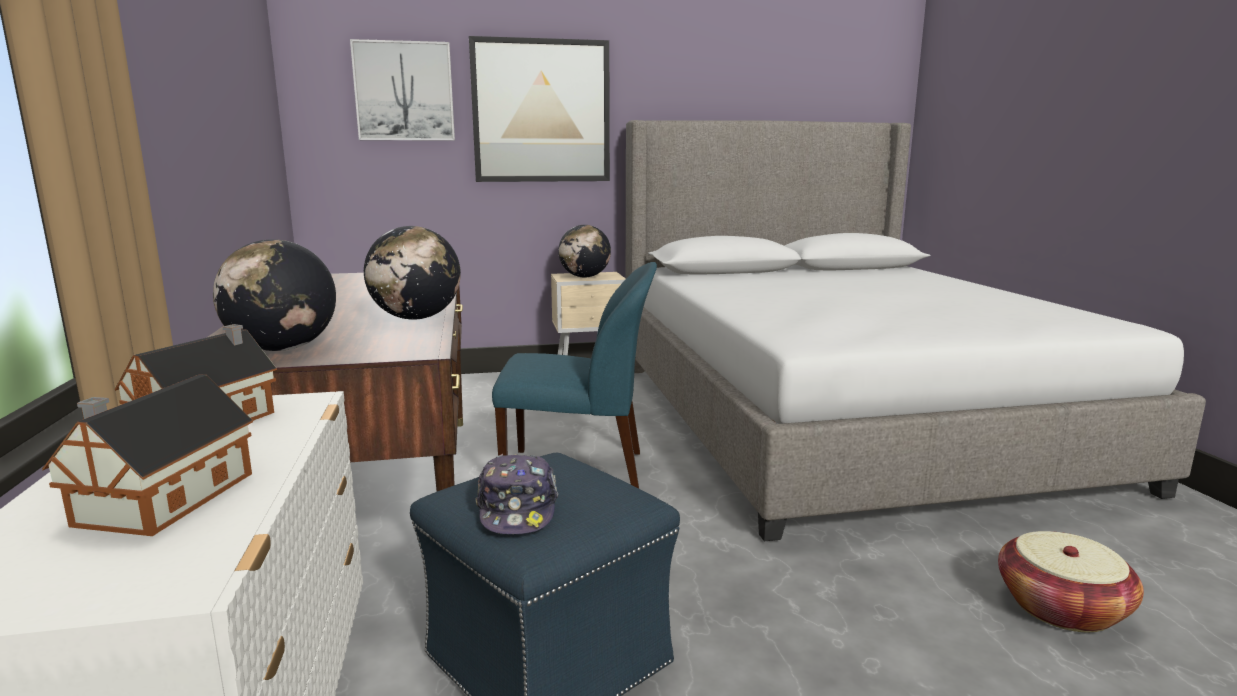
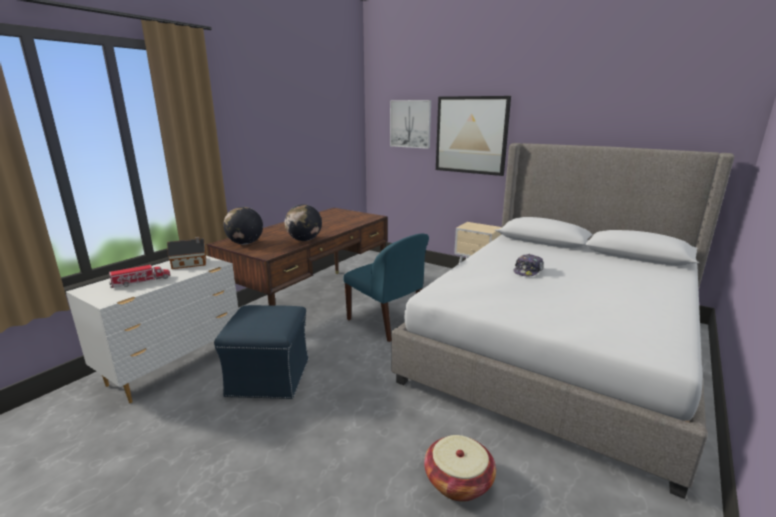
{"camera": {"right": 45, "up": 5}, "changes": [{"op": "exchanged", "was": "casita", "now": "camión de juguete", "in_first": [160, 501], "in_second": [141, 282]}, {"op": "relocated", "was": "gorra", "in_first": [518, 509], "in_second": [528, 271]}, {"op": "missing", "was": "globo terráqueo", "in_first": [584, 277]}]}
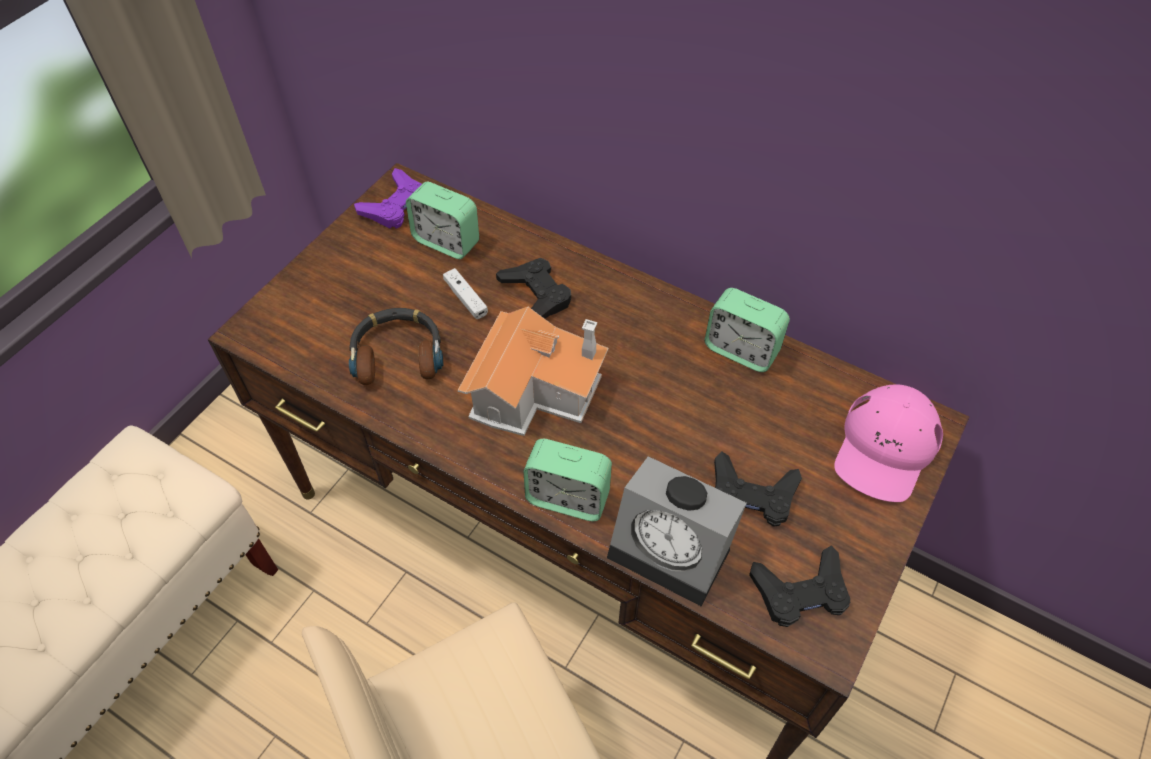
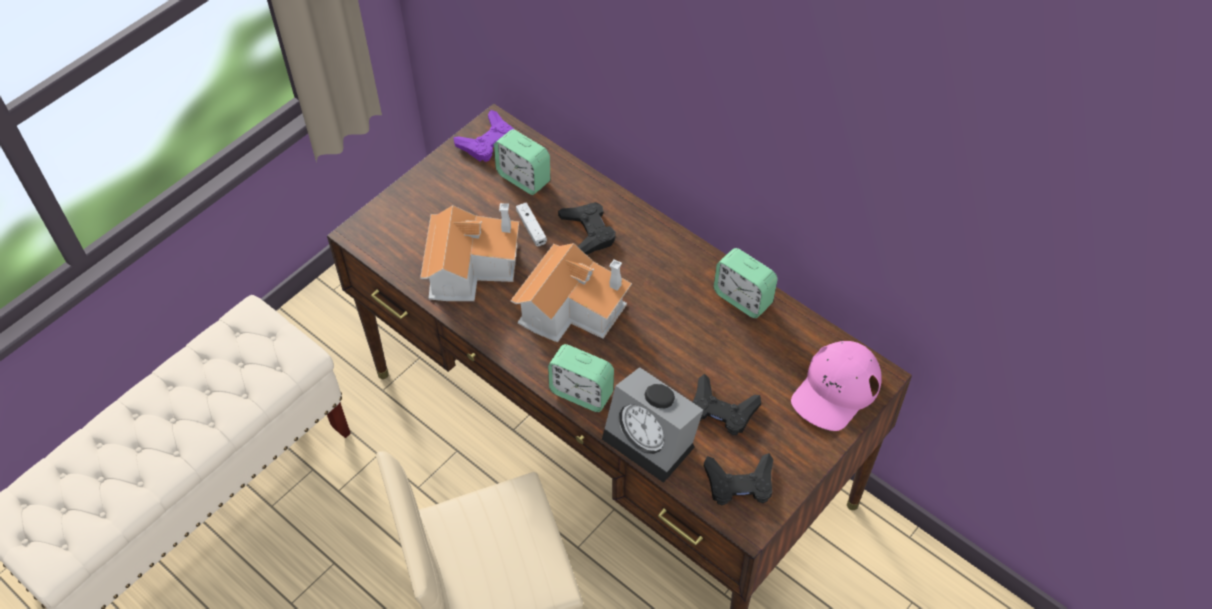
{"camera": {"right": 10, "up": 0}, "changes": [{"op": "exchanged", "was": "auriculares", "now": "casita", "in_first": [398, 353], "in_second": [471, 265]}]}
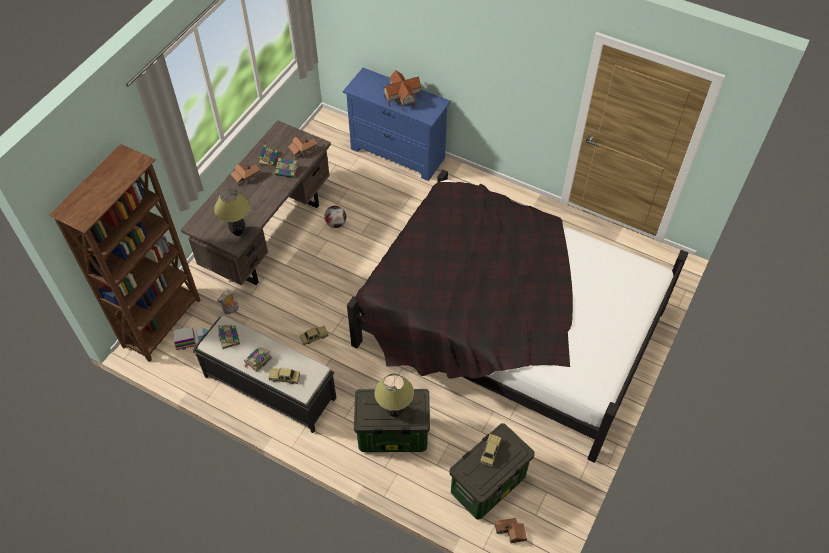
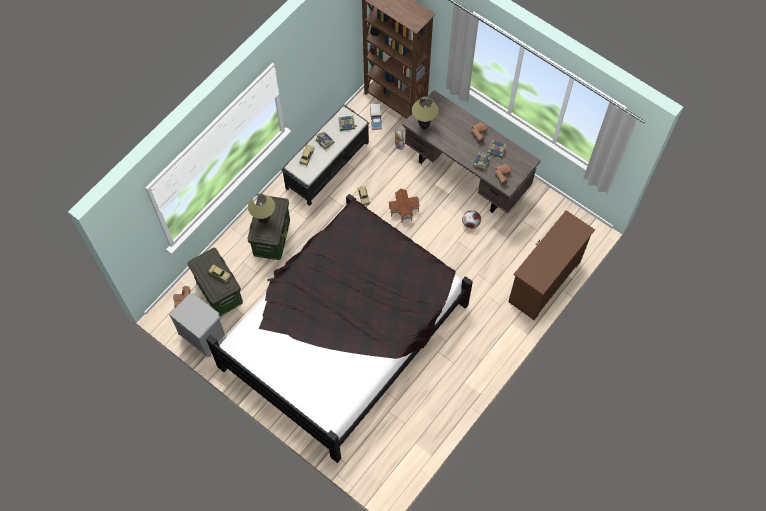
{"camera": {"right": 100, "up": 10}, "changes": [{"op": "appeared", "now": "mesita de noche (gris)", "in_second": [204, 337]}, {"op": "relocated", "was": "casita", "in_first": [402, 98], "in_second": [404, 210]}, {"op": "colour", "was": "cómoda (azul)", "now": "cómoda (marrón)", "in_first": [398, 154], "in_second": [544, 282]}]}
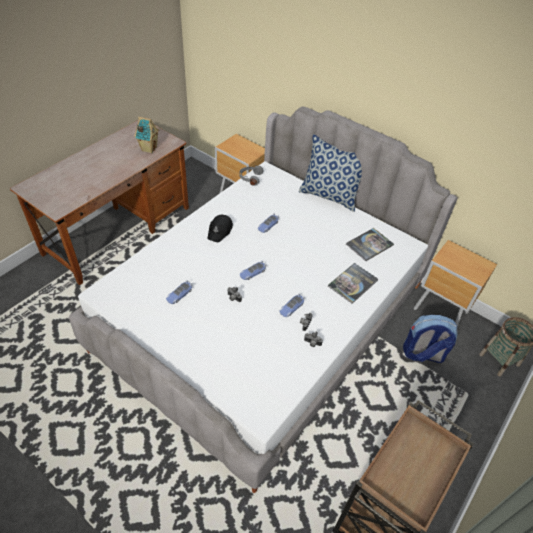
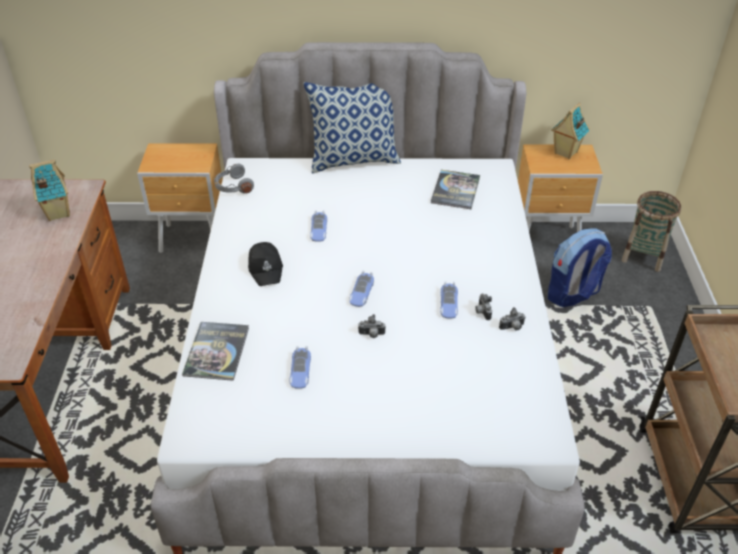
{"camera": {"right": -35, "up": -5}, "changes": [{"op": "relocated", "was": "libro", "in_first": [353, 283], "in_second": [216, 351]}, {"op": "appeared", "now": "casita", "in_second": [565, 153]}]}
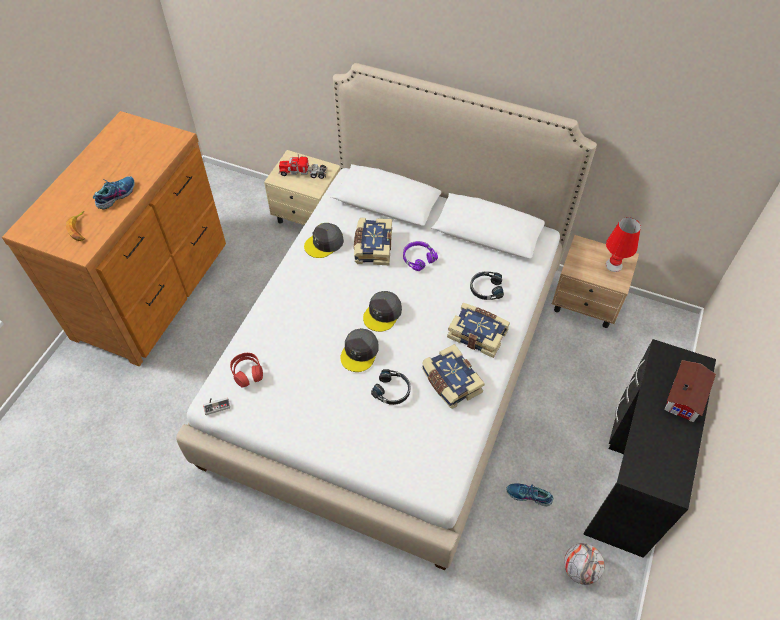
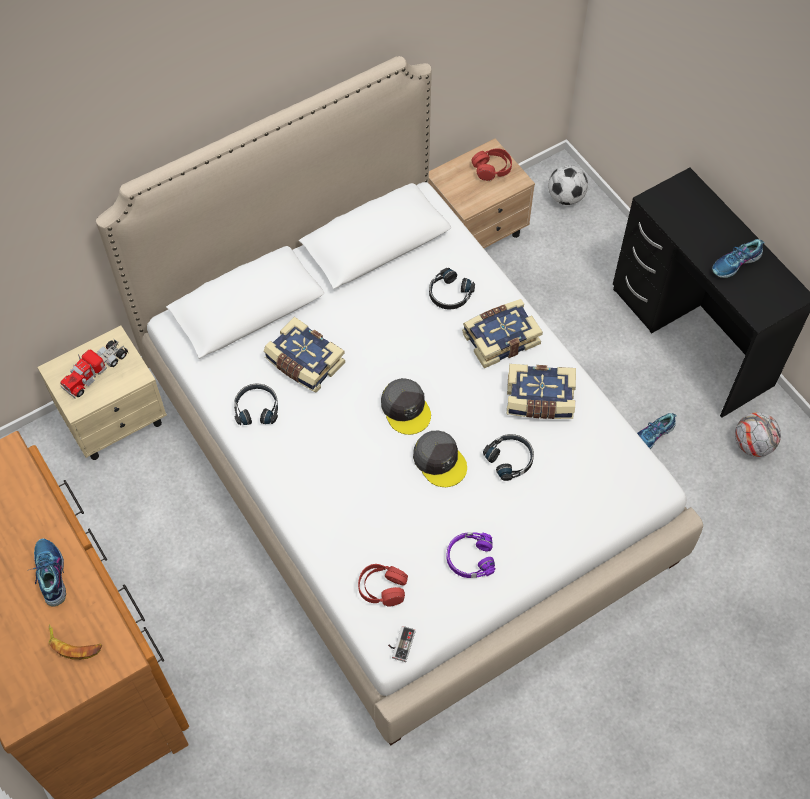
{"camera": {"right": -55, "up": 5}, "changes": [{"op": "exchanged", "was": "gorra (gris)", "now": "auriculares (negro)", "in_first": [324, 243], "in_second": [257, 408]}, {"op": "relocated", "was": "auriculares (morado)", "in_first": [418, 258], "in_second": [469, 558]}, {"op": "exchanged", "was": "lámpara de mesa (rojo)", "now": "auriculares (rojo)", "in_first": [614, 265], "in_second": [492, 169]}, {"op": "appeared", "now": "balón de fútbol", "in_second": [566, 197]}, {"op": "appeared", "now": "zapato", "in_second": [736, 263]}, {"op": "missing", "was": "casita", "in_first": [687, 395]}]}
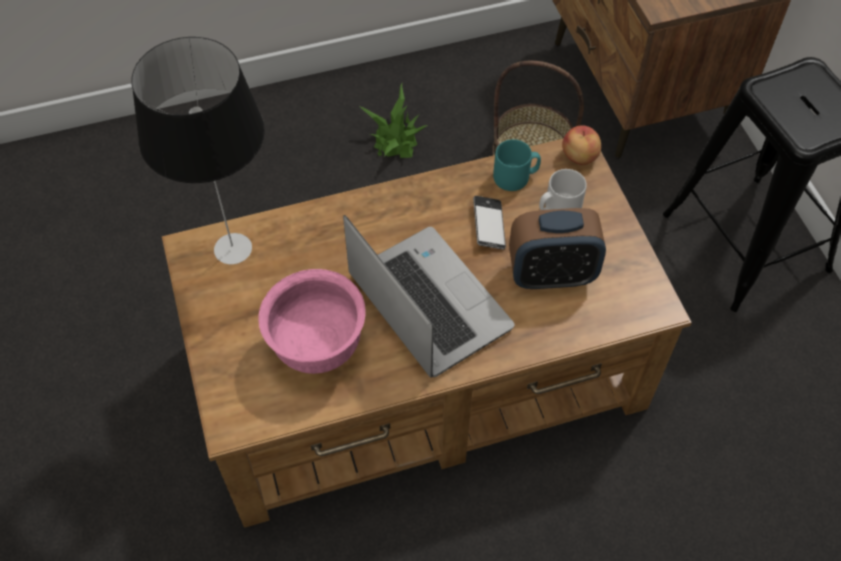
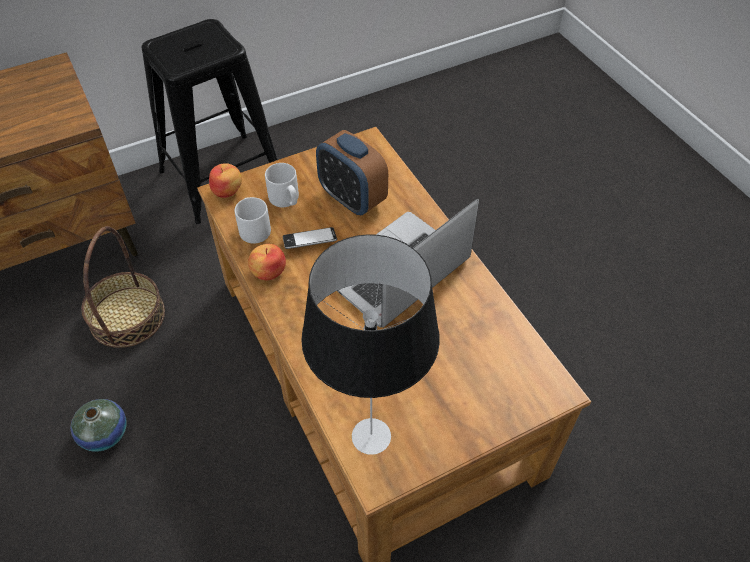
{"camera": {"right": -100, "up": -5}, "changes": [{"op": "exchanged", "was": "planta en maceta", "now": "florero", "in_first": [396, 138], "in_second": [104, 434]}, {"op": "colour", "was": "taza grande (turquesa)", "now": "taza grande (gris)", "in_first": [515, 177], "in_second": [254, 229]}, {"op": "appeared", "now": "manzana", "in_second": [268, 271]}, {"op": "spun", "was": "despertador", "in_first": [551, 275], "in_second": [352, 199], "clockwise": 150}, {"op": "missing", "was": "cuenco (rosa)", "in_first": [317, 346]}]}
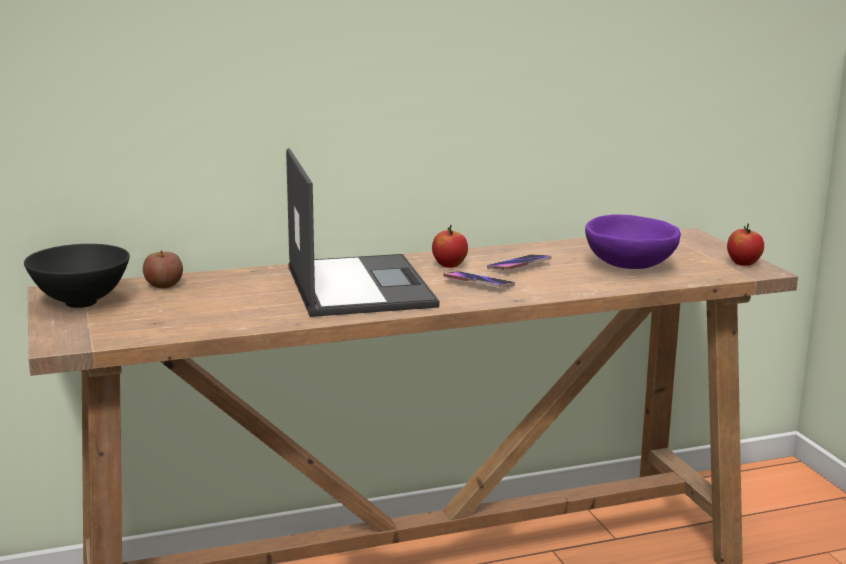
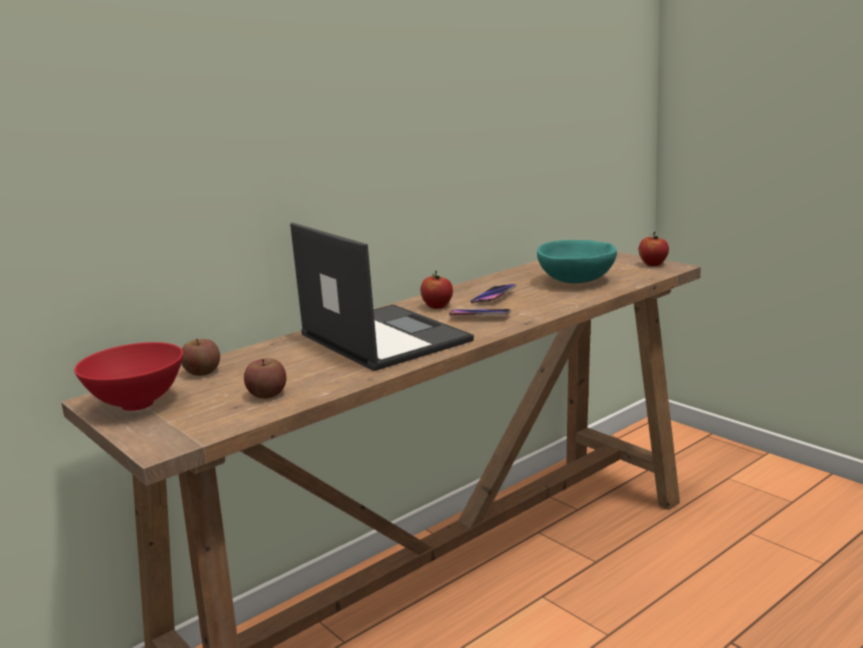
{"camera": {"right": -20, "up": 0}, "changes": [{"op": "colour", "was": "cuenco (negro)", "now": "cuenco (rojo)", "in_first": [82, 302], "in_second": [138, 404]}, {"op": "appeared", "now": "manzana", "in_second": [267, 394]}, {"op": "colour", "was": "cuenco (morado)", "now": "cuenco (turquesa)", "in_first": [629, 266], "in_second": [576, 281]}]}
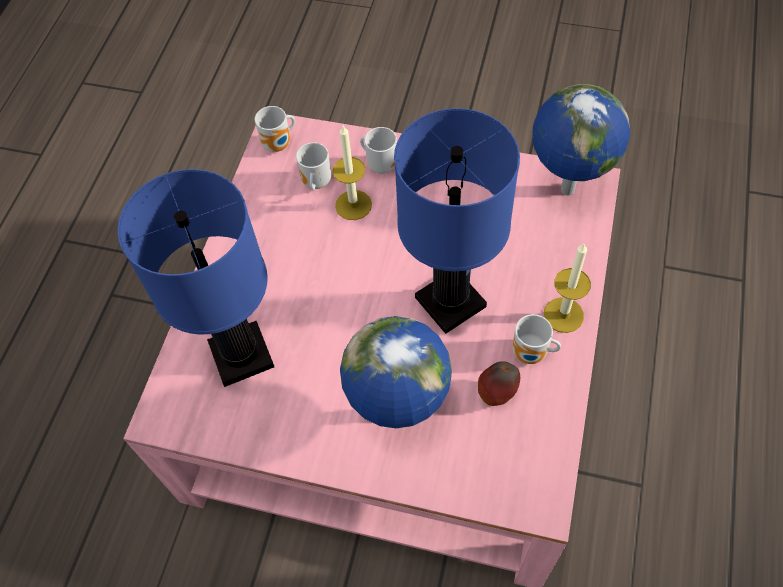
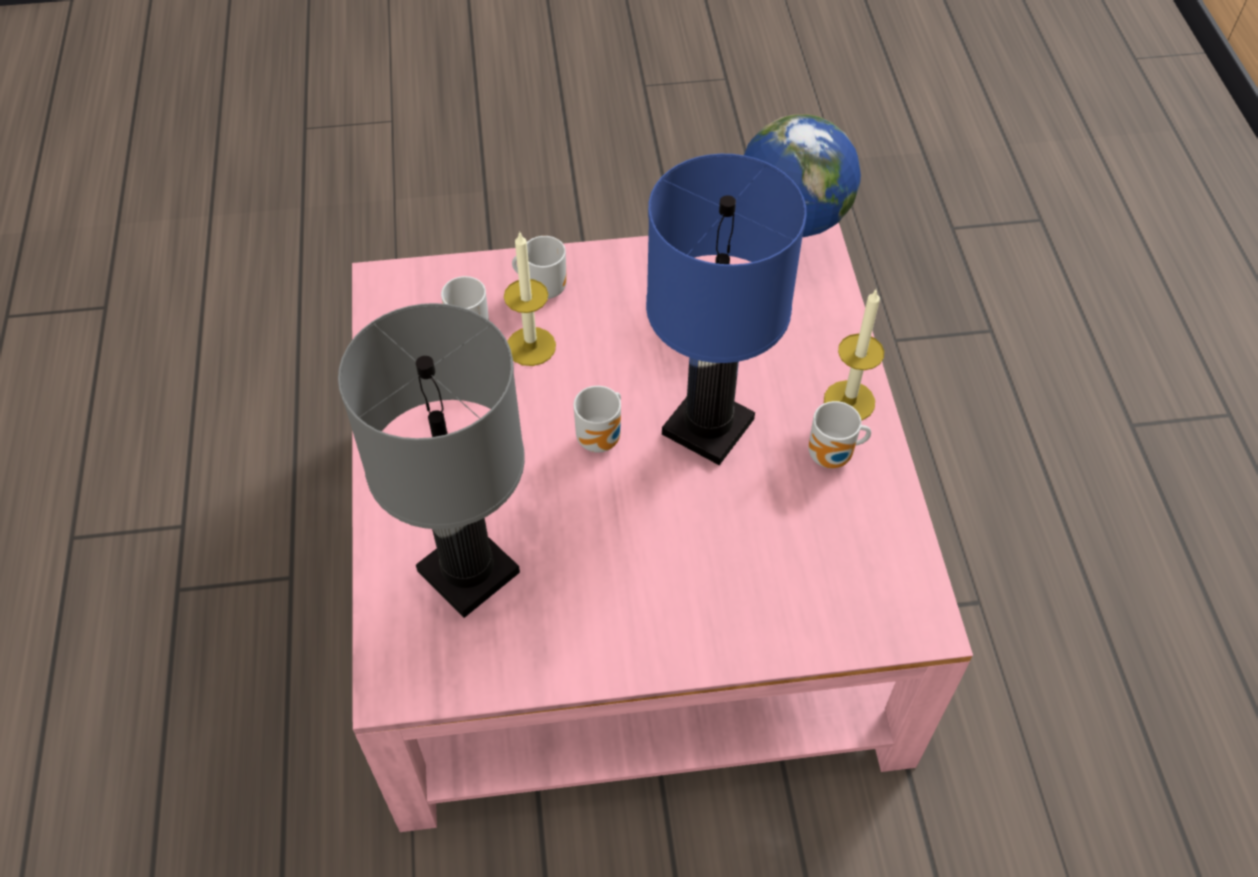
{"camera": {"right": -25, "up": -5}, "changes": [{"op": "colour", "was": "lámpara de mesa (azul)", "now": "lámpara de mesa (gris)", "in_first": [242, 355], "in_second": [470, 572]}, {"op": "relocated", "was": "taza grande", "in_first": [279, 145], "in_second": [602, 439]}, {"op": "missing", "was": "globo terráqueo", "in_first": [399, 415]}, {"op": "missing", "was": "manzana", "in_first": [497, 393]}]}
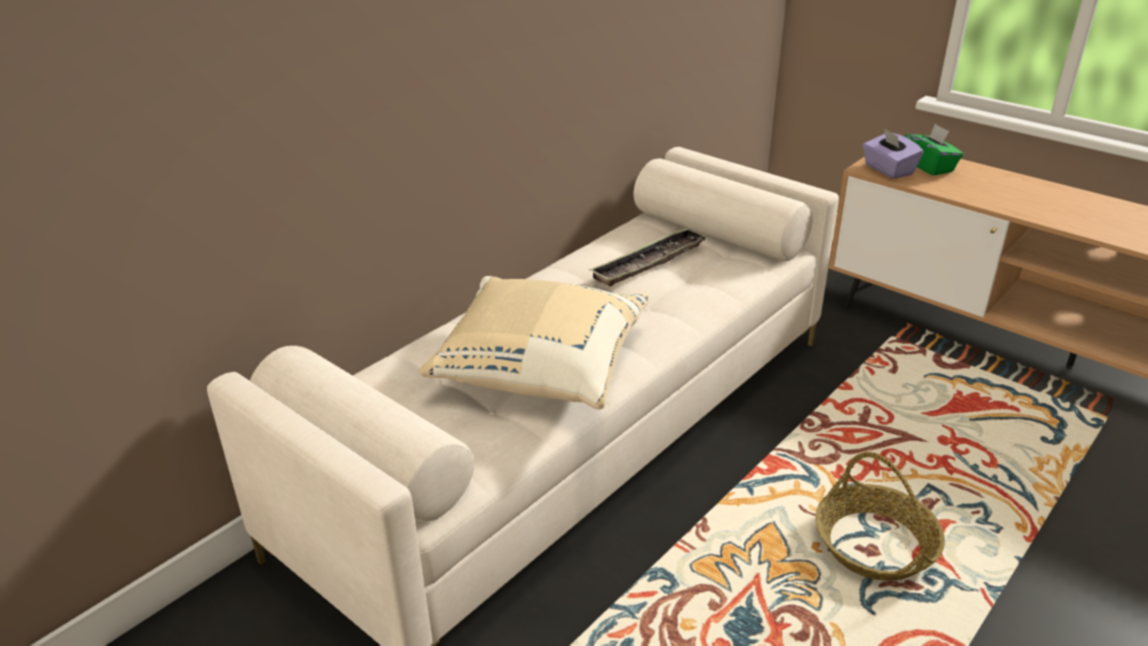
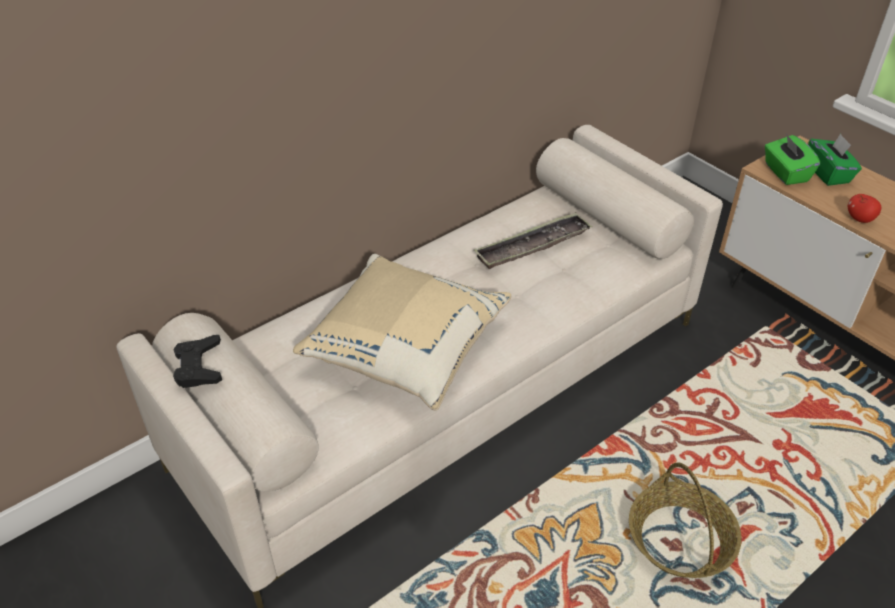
{"camera": {"right": 10, "up": 10}, "changes": [{"op": "appeared", "now": "mando de consola (negro)", "in_second": [199, 366]}, {"op": "colour", "was": "caja de pañuelos (morado)", "now": "caja de pañuelos (verde)", "in_first": [888, 170], "in_second": [785, 173]}, {"op": "appeared", "now": "manzana", "in_second": [860, 219]}]}
